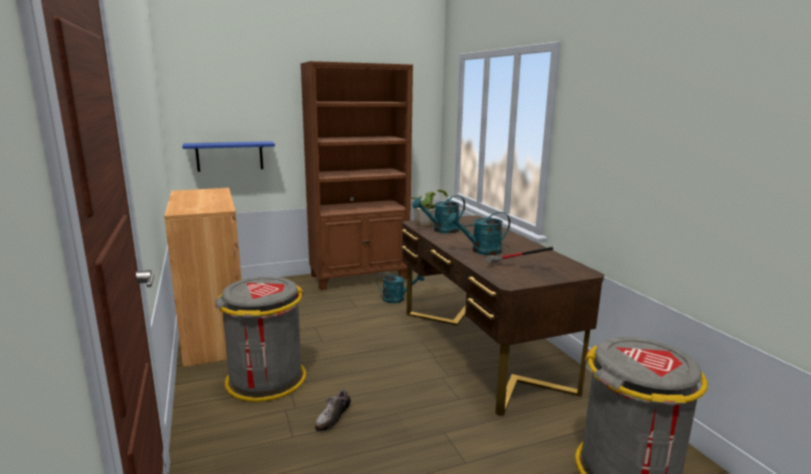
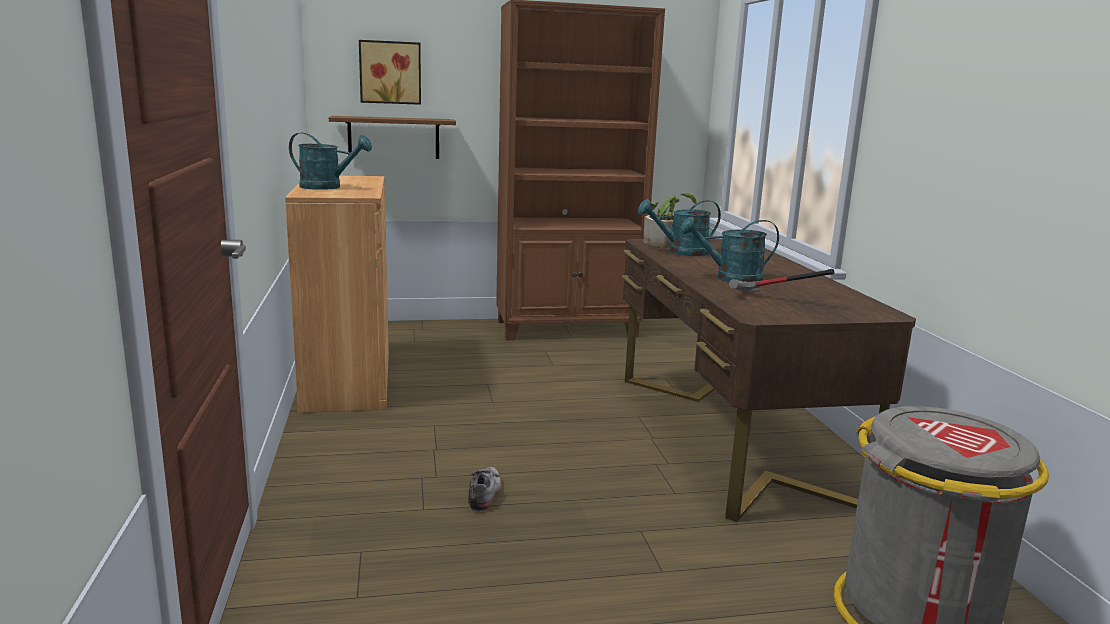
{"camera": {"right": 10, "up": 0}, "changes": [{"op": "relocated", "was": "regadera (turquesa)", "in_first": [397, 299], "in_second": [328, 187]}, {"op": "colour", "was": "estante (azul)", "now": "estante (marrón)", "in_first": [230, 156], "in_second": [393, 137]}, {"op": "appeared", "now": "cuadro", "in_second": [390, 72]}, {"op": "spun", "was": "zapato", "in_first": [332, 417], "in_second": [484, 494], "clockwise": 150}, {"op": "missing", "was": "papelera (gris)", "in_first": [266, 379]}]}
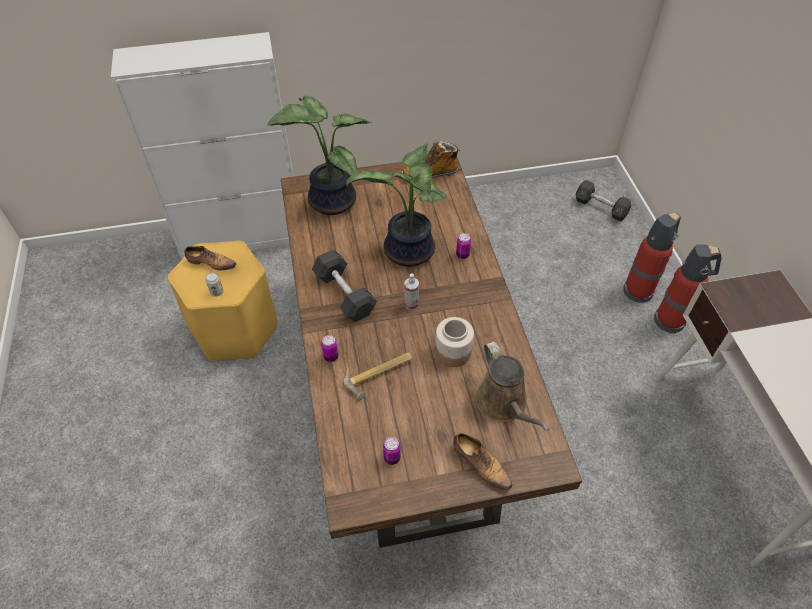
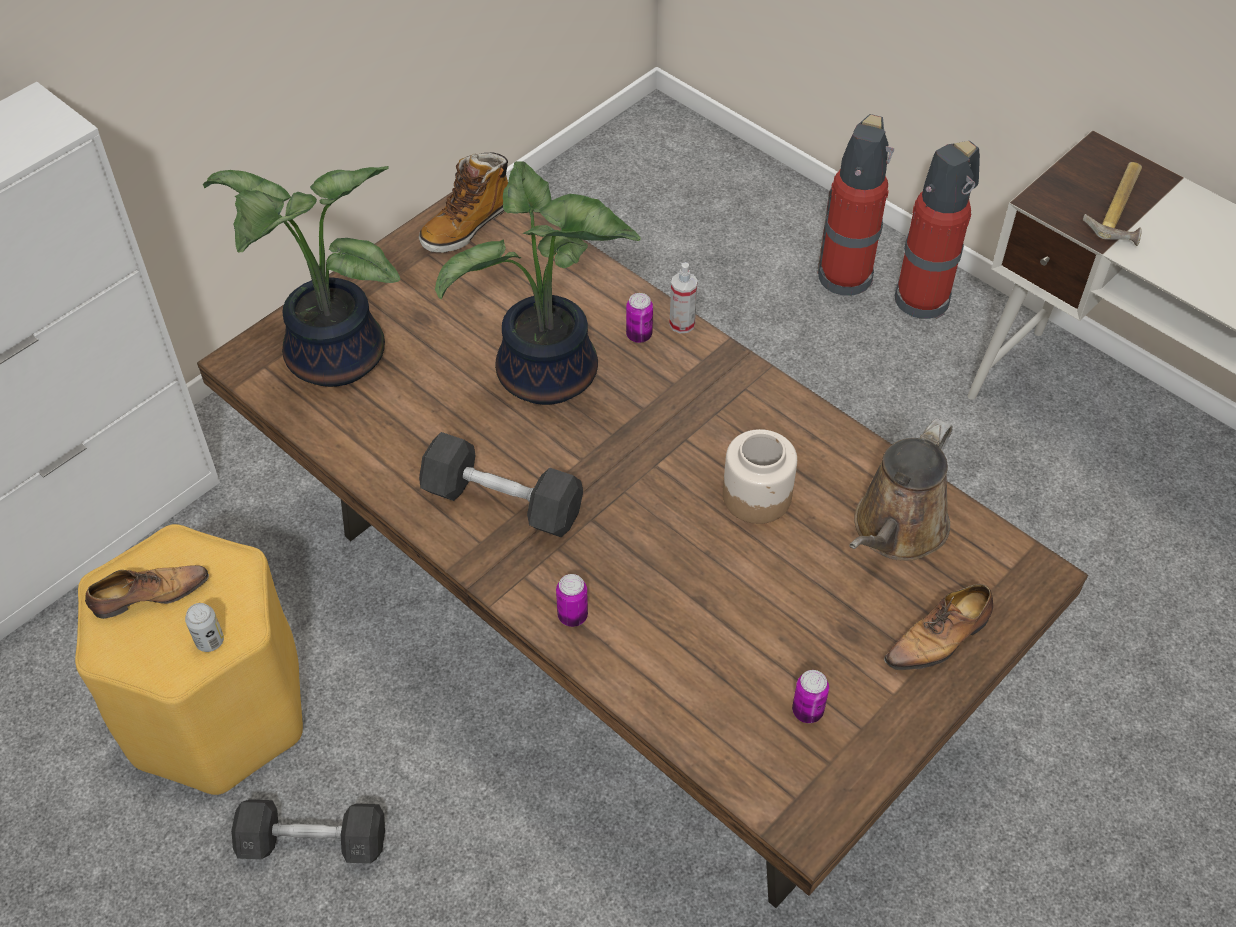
{"camera": {"right": -35, "up": 0}, "changes": [{"op": "relocated", "was": "mancuerna (gris)", "in_first": [600, 207], "in_second": [313, 842]}, {"op": "relocated", "was": "pulverizador", "in_first": [411, 304], "in_second": [682, 324]}, {"op": "spun", "was": "regadera (marrón)", "in_first": [504, 404], "in_second": [896, 530], "clockwise": 90}, {"op": "spun", "was": "zapato", "in_first": [480, 464], "in_second": [939, 638], "clockwise": 135}, {"op": "relocated", "was": "martillo", "in_first": [379, 375], "in_second": [1123, 208]}]}
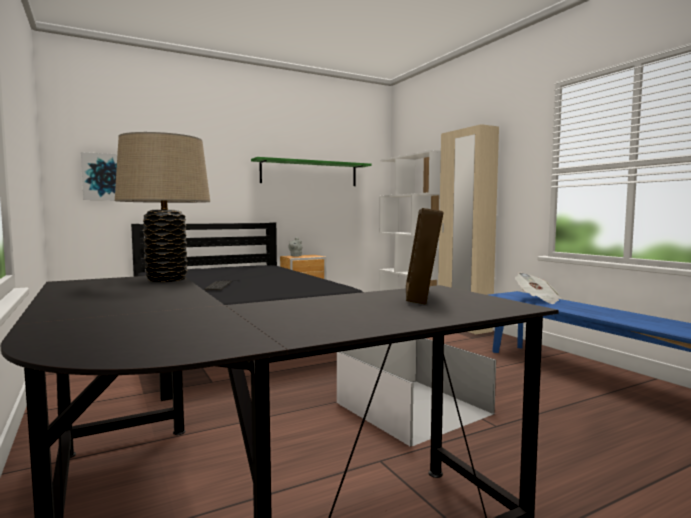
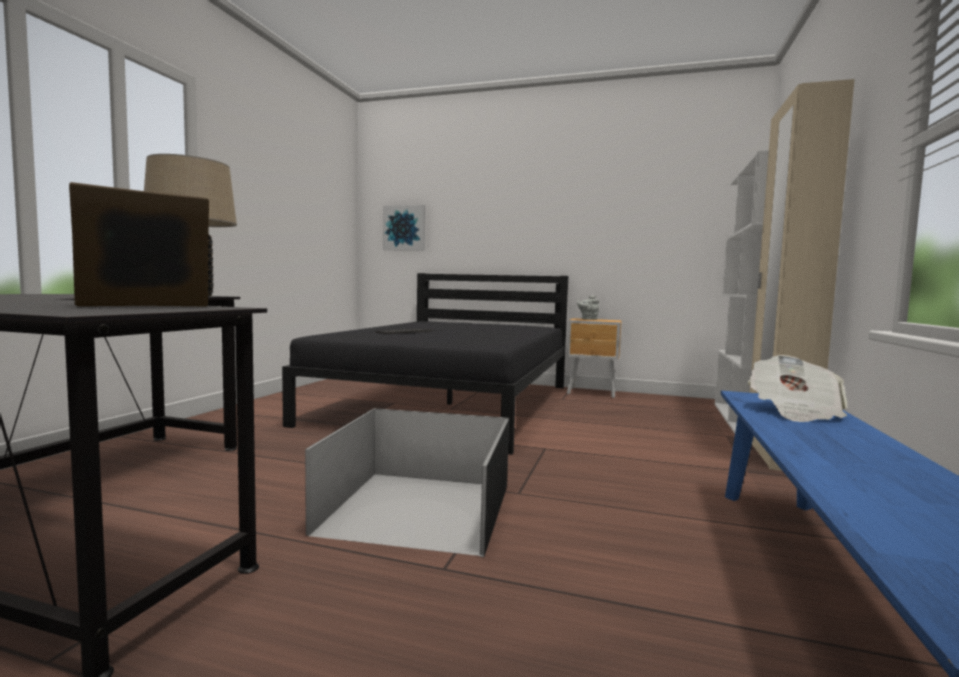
{"camera": {"right": 45, "up": 0}, "changes": [{"op": "colour", "was": "caja de almacenaje (blanco)", "now": "caja de almacenaje (negro)", "in_first": [412, 409], "in_second": [416, 508]}, {"op": "missing", "was": "estante (verde)", "in_first": [309, 173]}]}
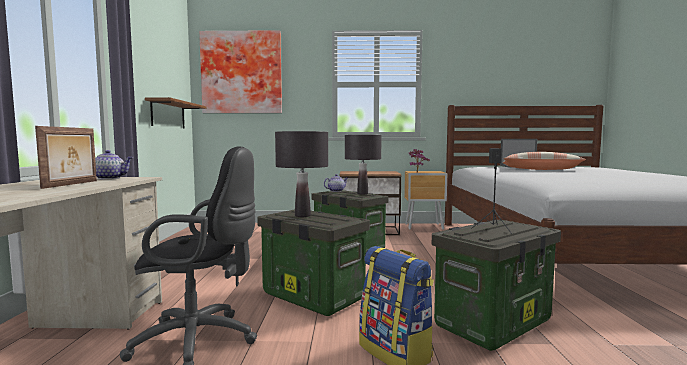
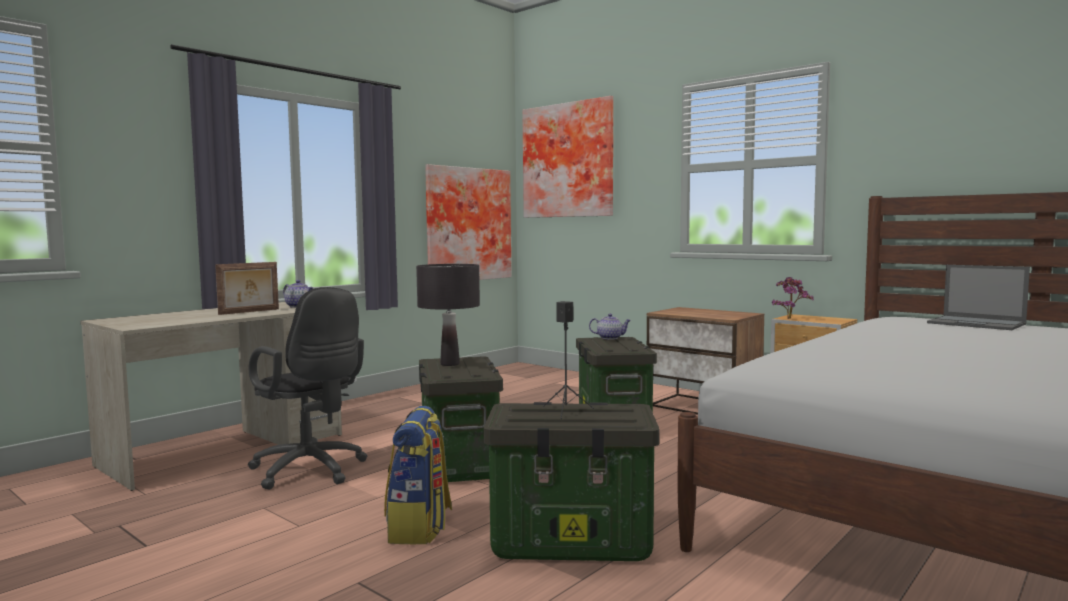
{"camera": {"right": 40, "up": 0}, "changes": [{"op": "exchanged", "was": "estante (marrón)", "now": "cuadro", "in_first": [168, 114], "in_second": [467, 224]}, {"op": "missing", "was": "lámpara de mesa (negro)", "in_first": [362, 193]}, {"op": "missing", "was": "cojín", "in_first": [540, 169]}]}
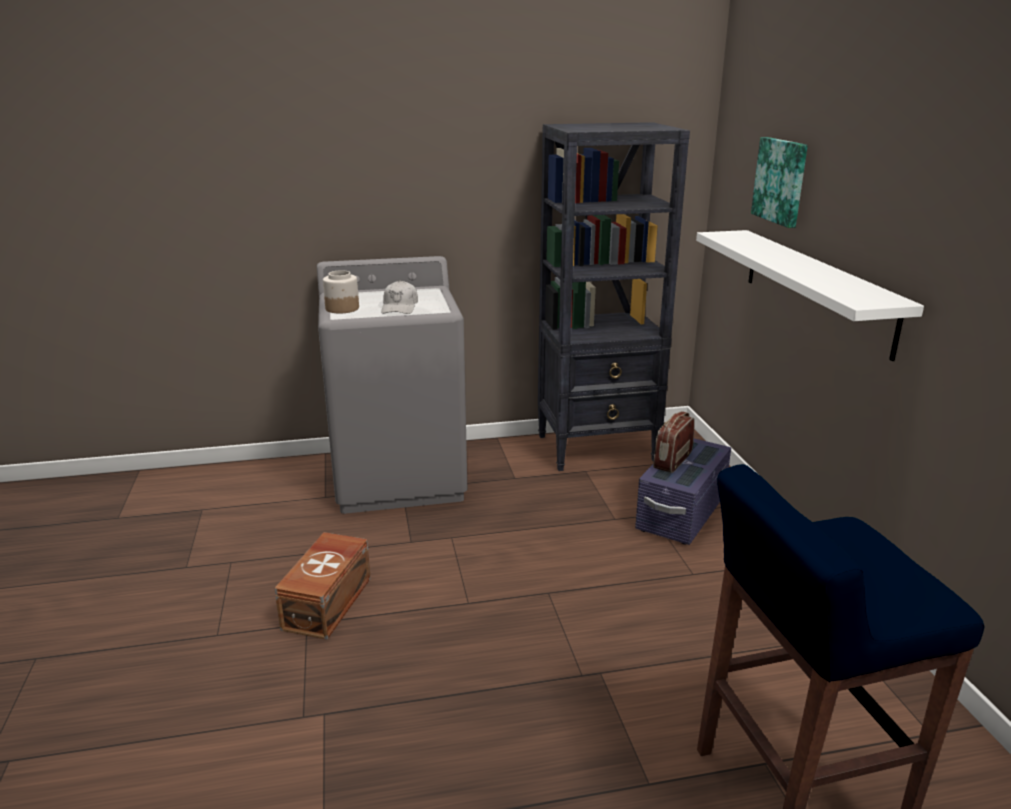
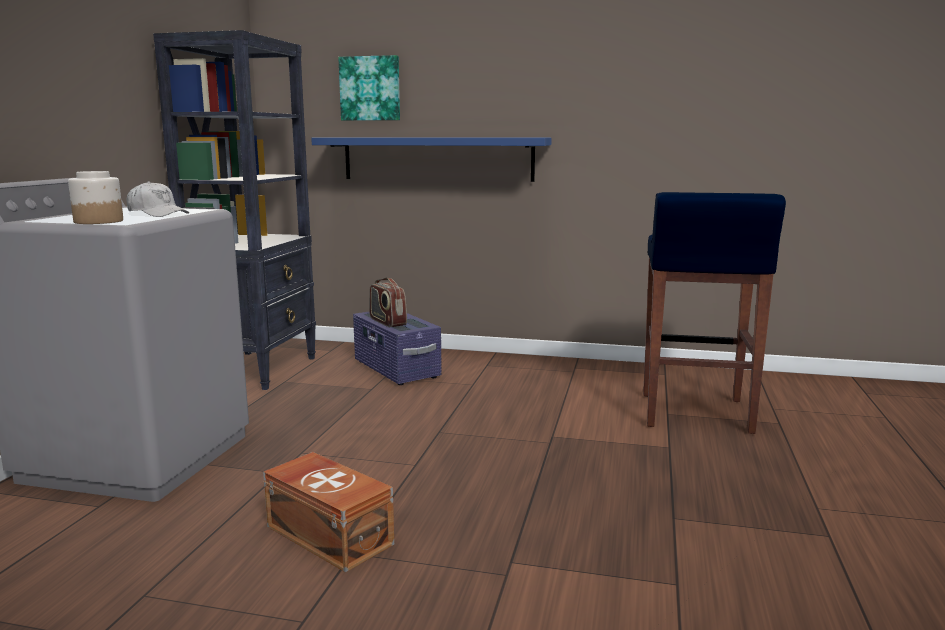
{"camera": {"right": -65, "up": -10}, "changes": [{"op": "colour", "was": "estante (blanco)", "now": "estante (azul)", "in_first": [815, 288], "in_second": [437, 159]}]}
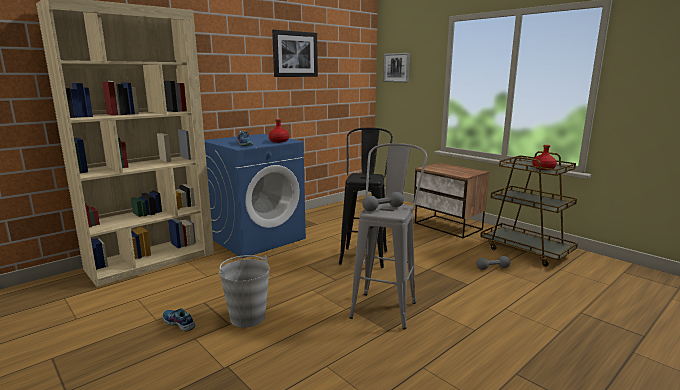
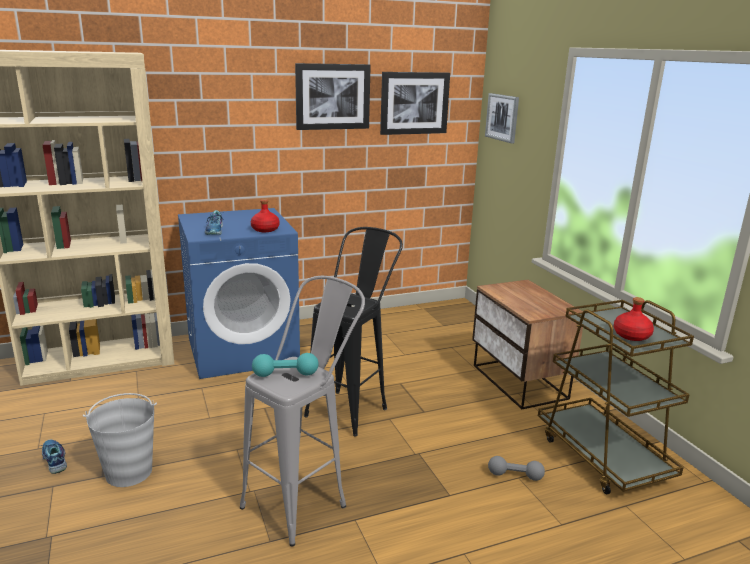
{"camera": {"right": 20, "up": 5}, "changes": [{"op": "colour", "was": "mancuerna (gris)", "now": "mancuerna (turquesa)", "in_first": [383, 208], "in_second": [285, 374]}, {"op": "appeared", "now": "cuadro", "in_second": [414, 103]}]}
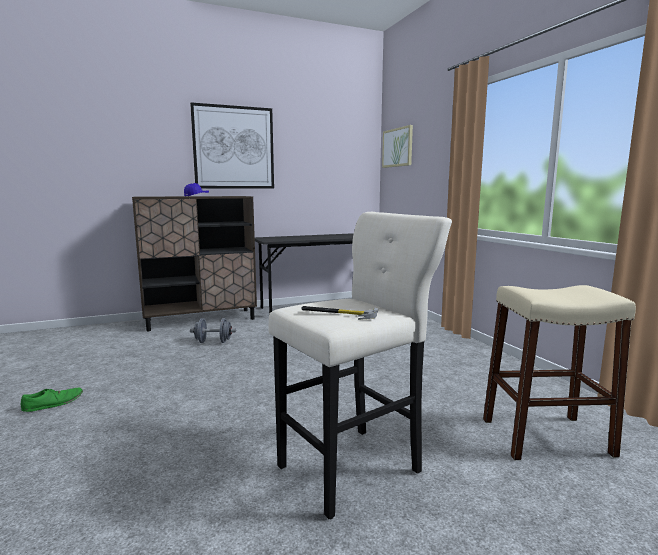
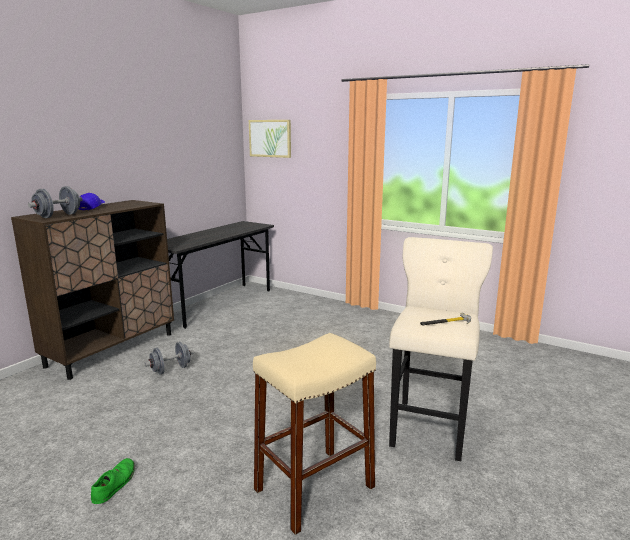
{"camera": {"right": -35, "up": 5}, "changes": [{"op": "appeared", "now": "mancuerna (gris)", "in_second": [58, 216]}, {"op": "relocated", "was": "taburete (beis)", "in_first": [545, 437], "in_second": [314, 488]}, {"op": "missing", "was": "cuadro", "in_first": [234, 148]}]}
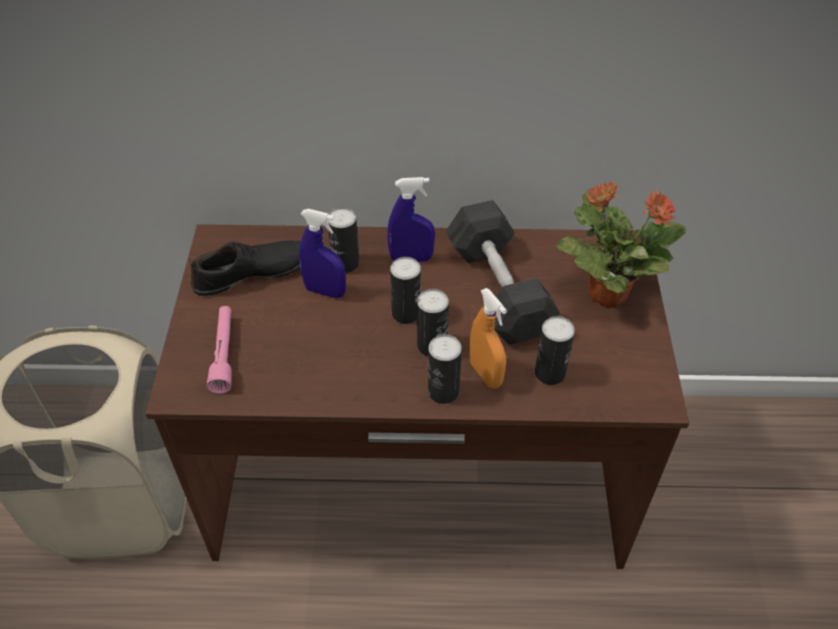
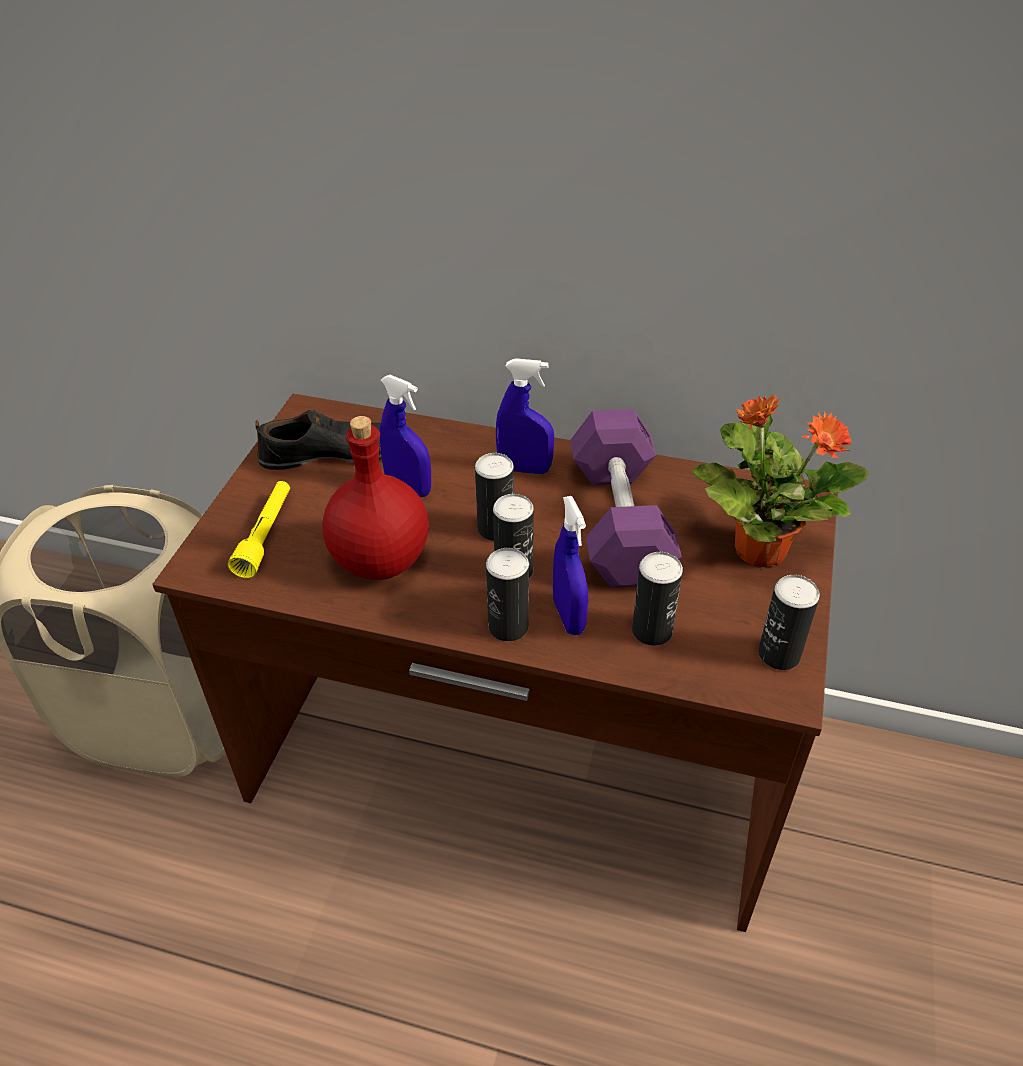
{"camera": {"right": 15, "up": -5}, "changes": [{"op": "colour", "was": "linterna (rosa)", "now": "linterna (amarillo)", "in_first": [224, 354], "in_second": [265, 535]}, {"op": "appeared", "now": "botella (rojo)", "in_second": [379, 561]}, {"op": "colour", "was": "pulverizador (naranja)", "now": "pulverizador (azul)", "in_first": [485, 374], "in_second": [568, 616]}, {"op": "colour", "was": "mancuerna (gris)", "now": "mancuerna (morado)", "in_first": [498, 289], "in_second": [620, 521]}, {"op": "relocated", "was": "lata", "in_first": [345, 263], "in_second": [779, 654]}]}
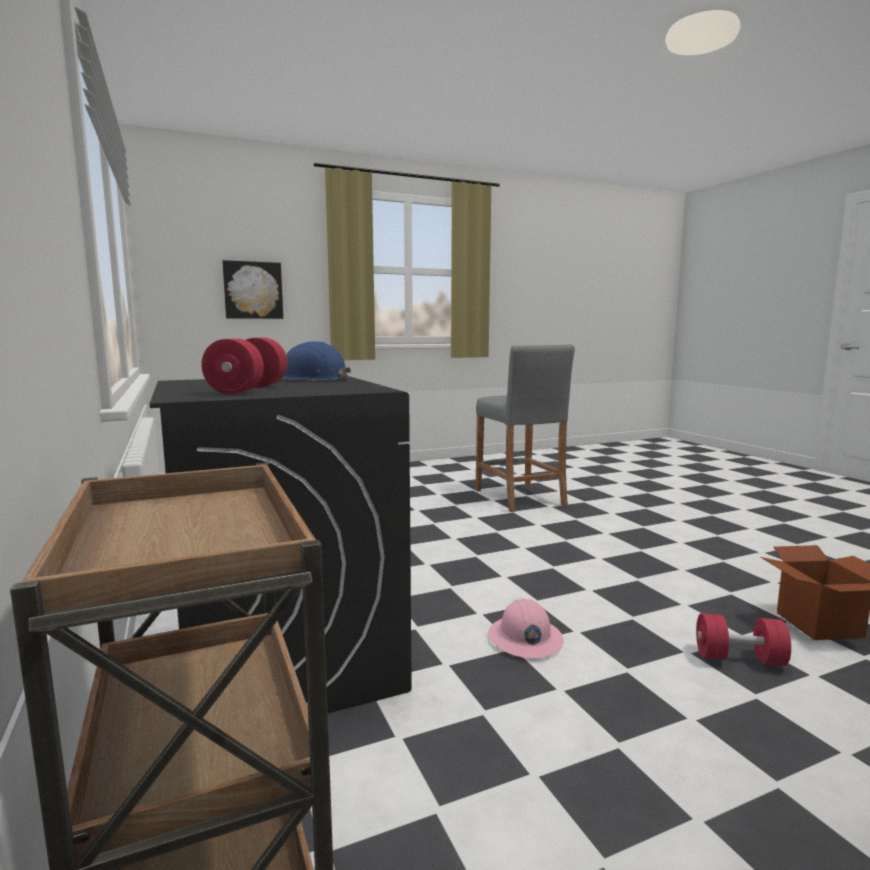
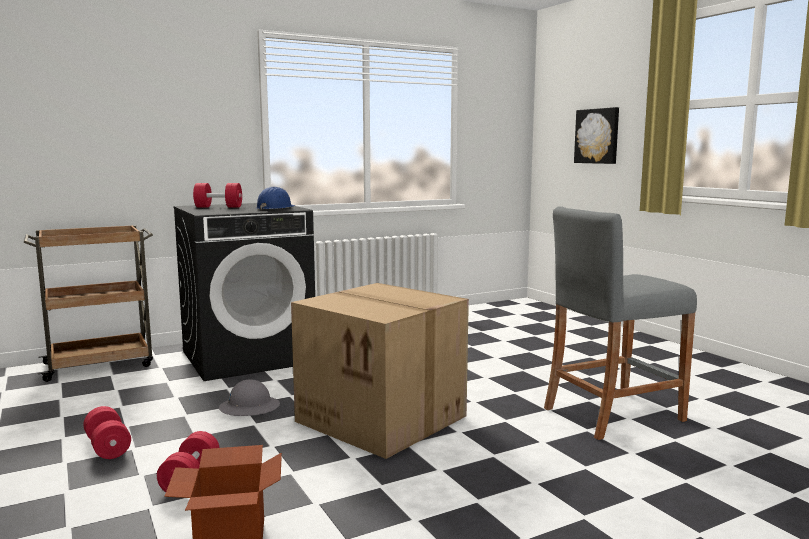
{"camera": {"right": 85, "up": 0}, "changes": [{"op": "appeared", "now": "mancuerna (rojo)", "in_second": [108, 447]}, {"op": "colour", "was": "casco (rosa)", "now": "casco (gris)", "in_first": [524, 639], "in_second": [249, 407]}, {"op": "appeared", "now": "caja de cartón", "in_second": [384, 418]}]}
